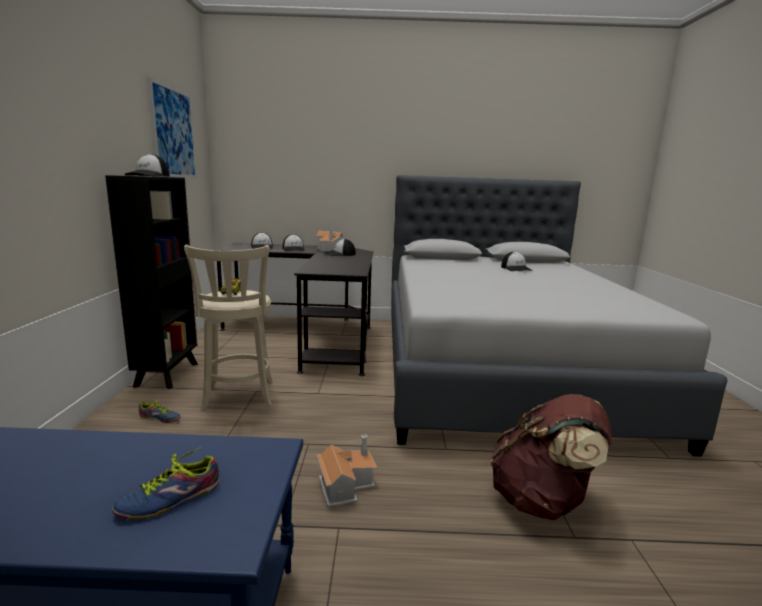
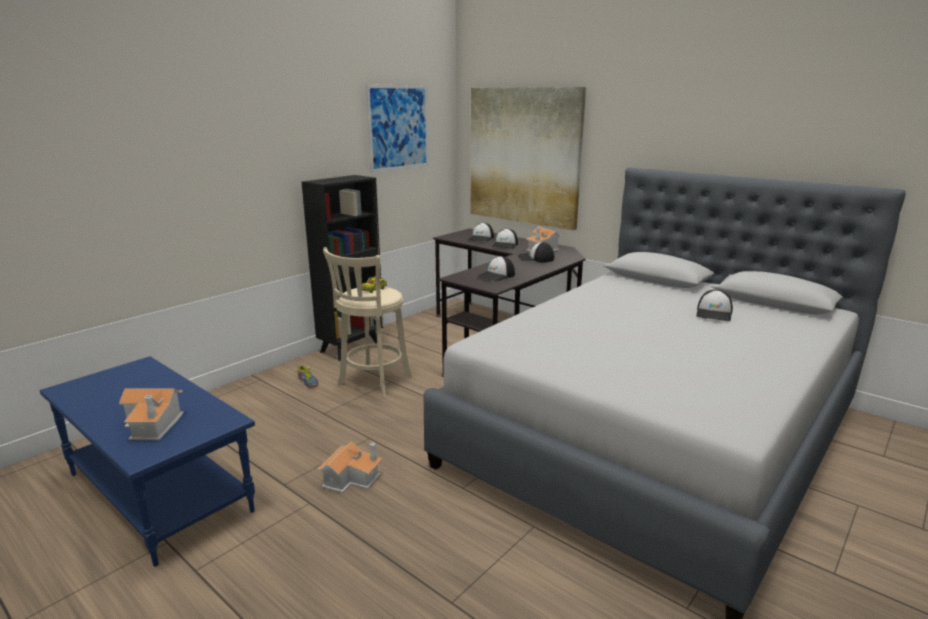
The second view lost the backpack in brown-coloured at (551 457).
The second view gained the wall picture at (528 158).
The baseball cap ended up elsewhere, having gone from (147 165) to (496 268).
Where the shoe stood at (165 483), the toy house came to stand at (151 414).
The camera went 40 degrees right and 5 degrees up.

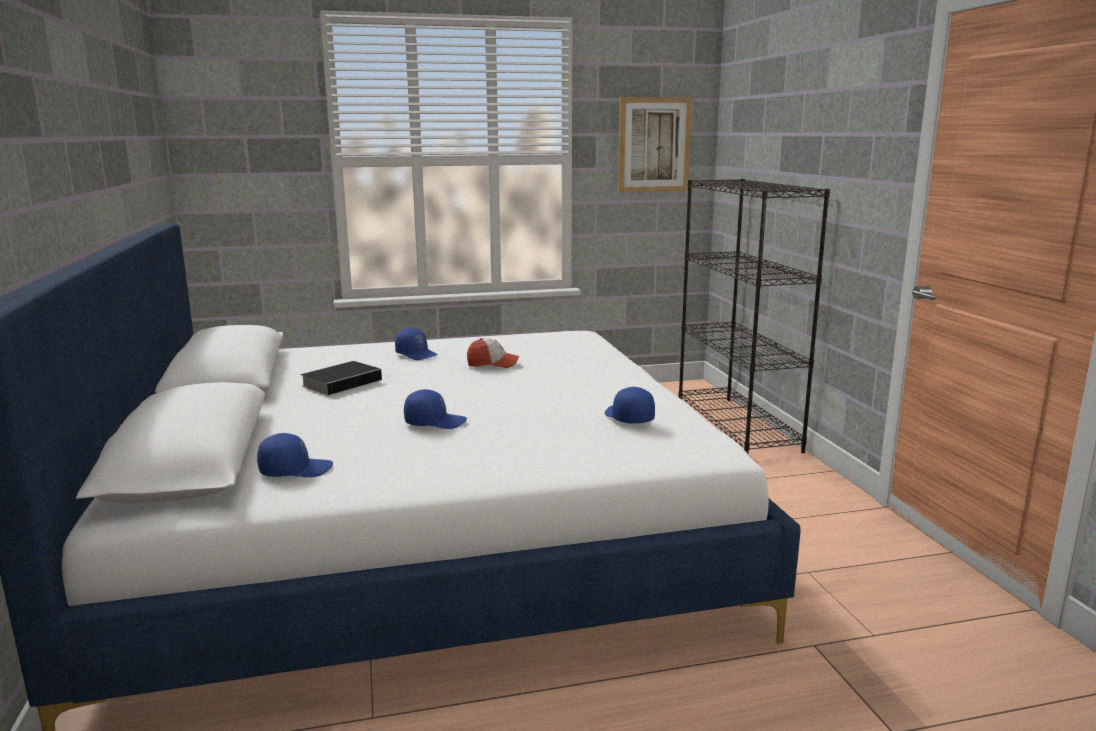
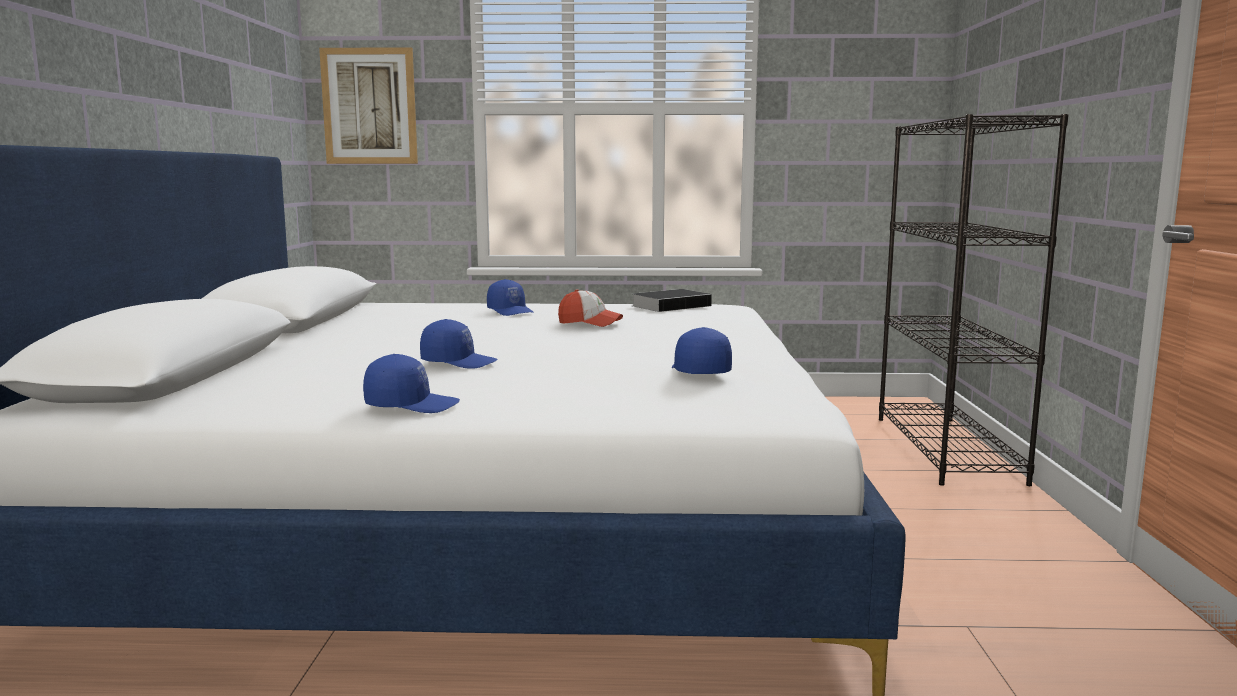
The baseball cap in blue-coloured ended up elsewhere, having gone from (295 455) to (411 383).
The book ended up elsewhere, having gone from (343 378) to (673 300).
The wall picture ended up elsewhere, having gone from (655 145) to (368 105).
The camera went 15 degrees right and 5 degrees down.

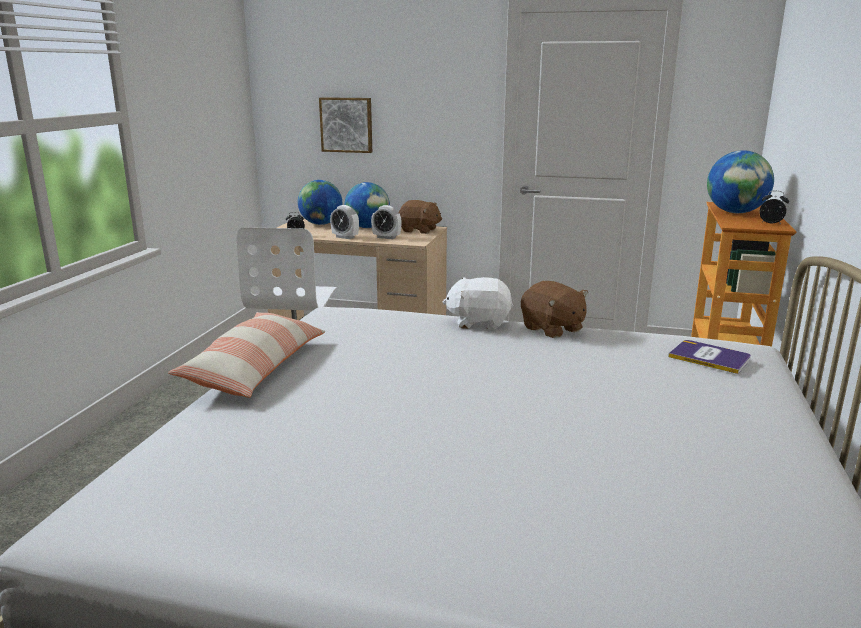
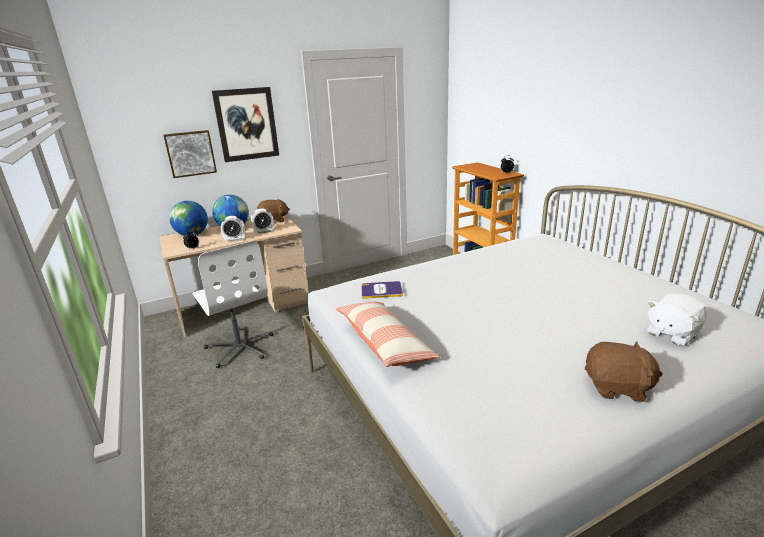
The second view lost the desk globe at (740 181).
The second view gained the wall picture at (245 124).
The soft toy in white ended up elsewhere, having gone from (478 303) to (677 320).
The soft toy in brown-coloured ended up elsewhere, having gone from (554 309) to (624 372).
The book ended up elsewhere, having gone from (709 357) to (382 290).
The camera went 40 degrees left and 5 degrees up.

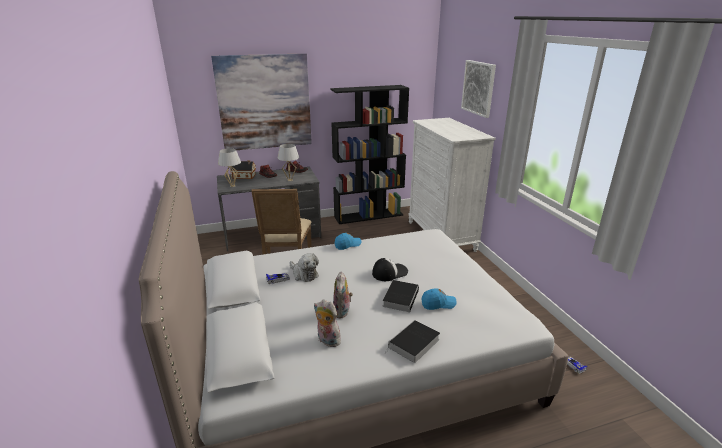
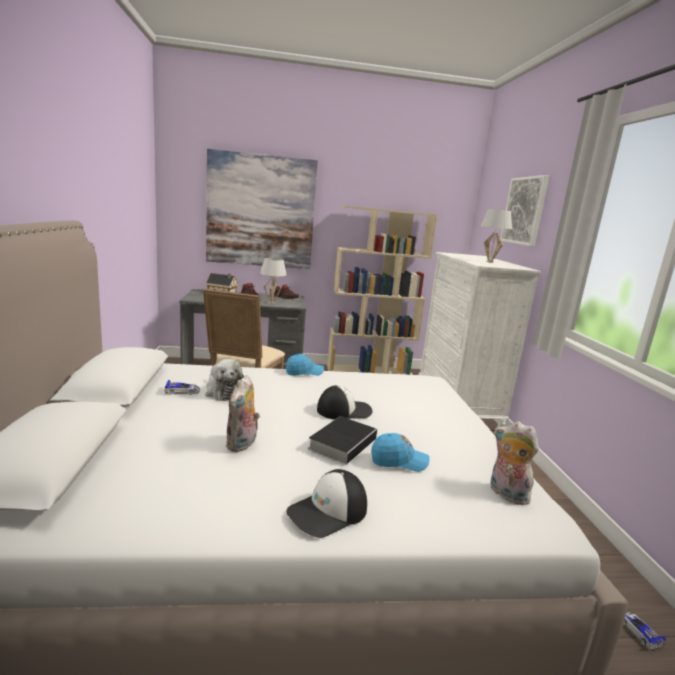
The tabletop lamp in white ended up elsewhere, having gone from (229 167) to (496 236).
The soft toy ended up elsewhere, having gone from (327 323) to (514 463).
Where the book stood at (412 341), the baseball cap came to stand at (326 503).
What was the bookshelf in black-coloured at (369 154) turned into the bookshelf in sand-coloured at (382 290).
The camera went 10 degrees right and 10 degrees down.

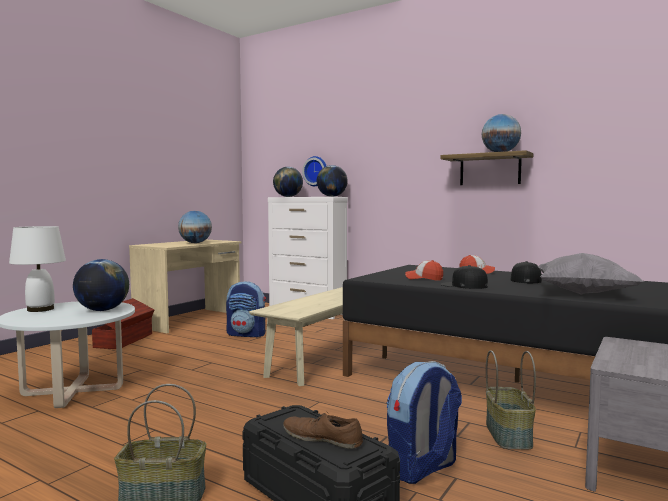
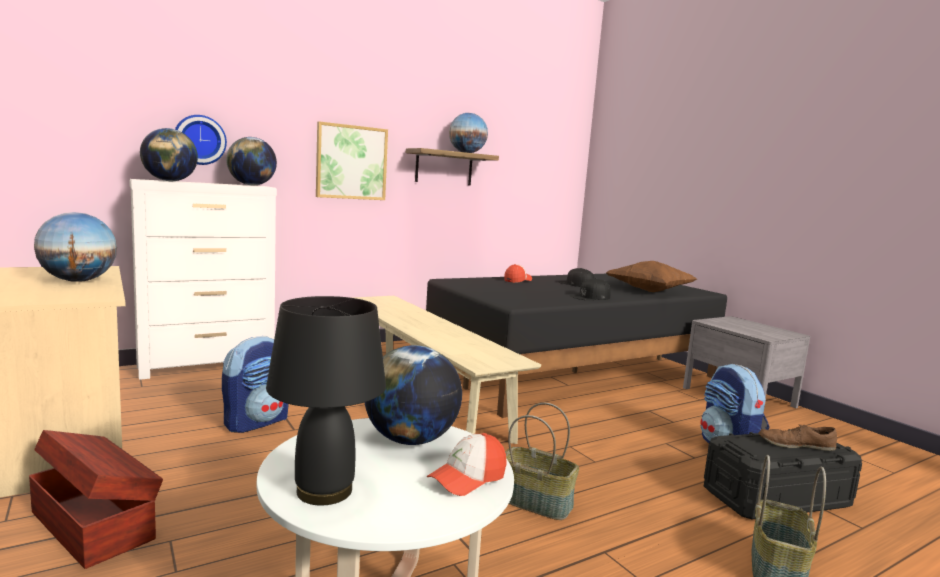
The second view gained the wall picture at (352 160).
The baseball cap ended up elsewhere, having gone from (424 270) to (467 464).
The storage basket ended up elsewhere, having gone from (511 400) to (542 461).
What was the tabletop lamp in white at (37 269) turned into the tabletop lamp in black-coloured at (326 400).
What was the throw pillow in grey at (591 273) turned into the throw pillow in brown-coloured at (651 276).
The shoe in brown-coloured at (323 430) ended up facing another way, 45 degrees clockwise from before.
The camera went 65 degrees left and 5 degrees up.

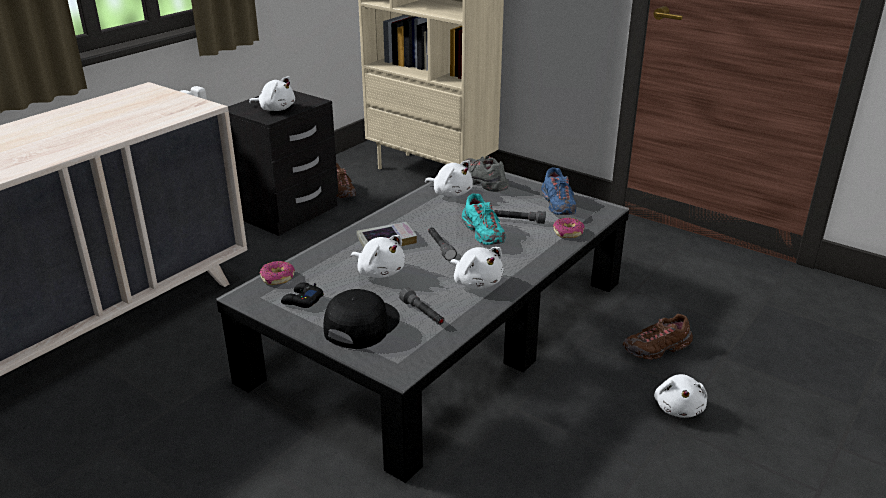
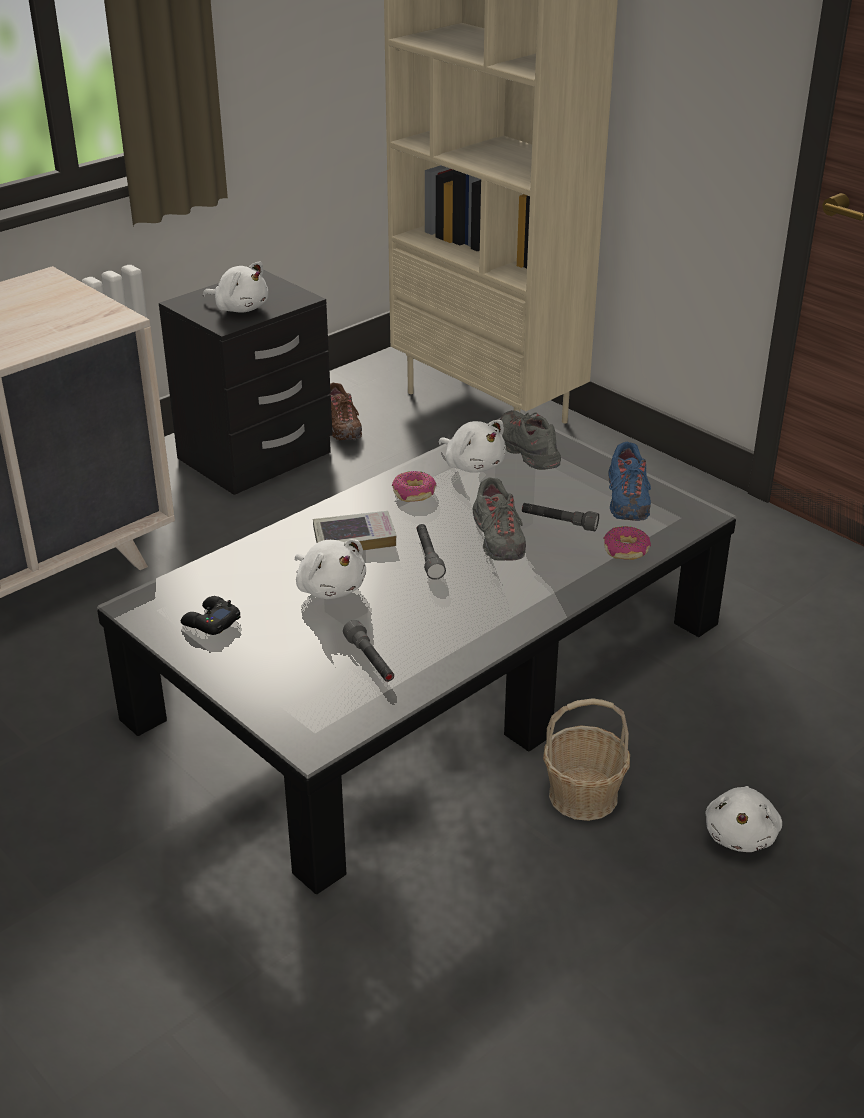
The second view lost the baseball cap in black-coloured at (362 319).
The second view lost the soft toy in white at (477 268).
The second view lost the shoe in brown-coloured at (658 337).
The second view gained the storage basket at (586 759).
The ring doughnut ended up elsewhere, having gone from (277 273) to (414 486).
What was the shoe in turquoise at (484 219) turned into the shoe in grey at (499 519).
The camera went 10 degrees right and 5 degrees up.

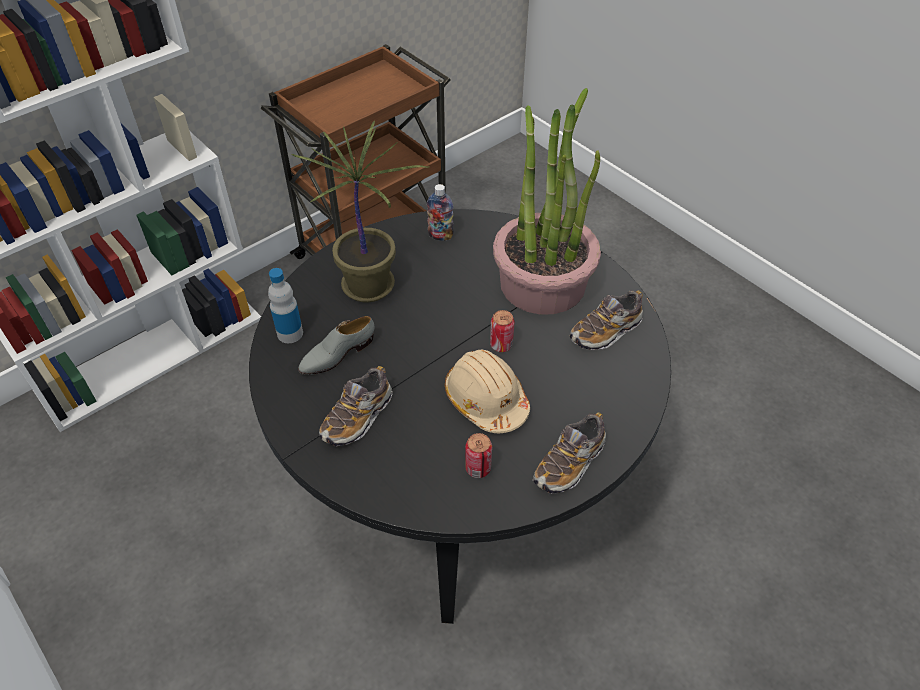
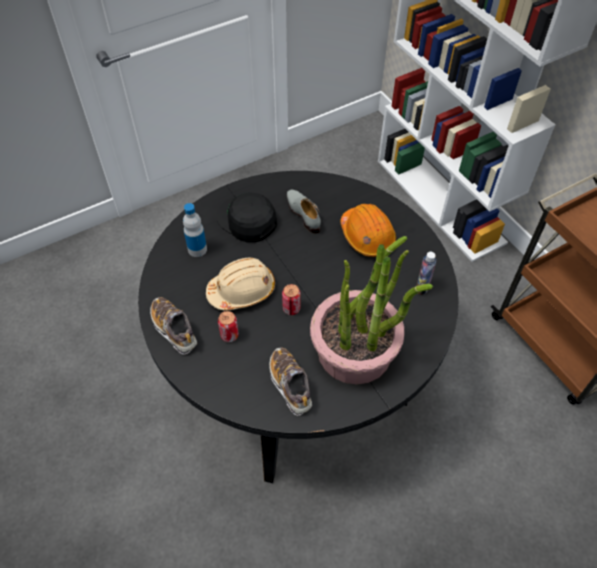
The drink bottle ended up elsewhere, having gone from (285 305) to (195 230).
The can ended up elsewhere, having gone from (478 455) to (228 326).
Where the houseplant stood at (360 212), the safety helmet in orangey came to stand at (368 230).
Where the shoe stood at (356 406), the baseball cap in black-coloured came to stand at (246 217).
The camera went 100 degrees right and 5 degrees up.

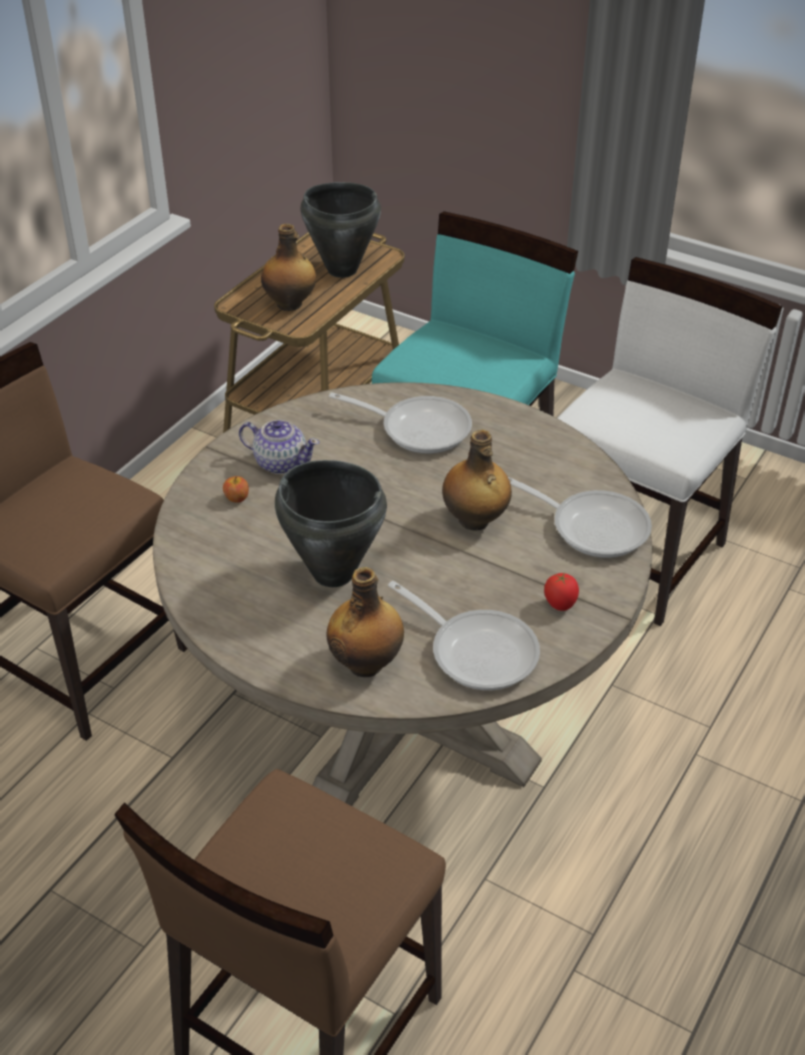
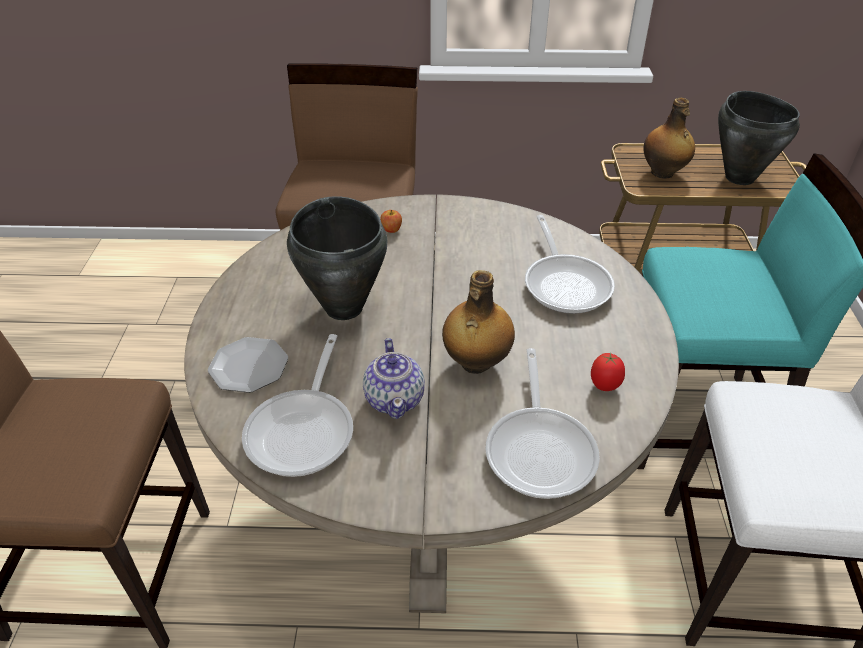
The pot for tea ended up elsewhere, having gone from (279 447) to (394 378).
The whole tomato ended up elsewhere, having gone from (561 591) to (608 371).
Where the drink bottle stood at (365 622), the dinner plate came to stand at (248 365).
The camera went 60 degrees right and 0 degrees up.

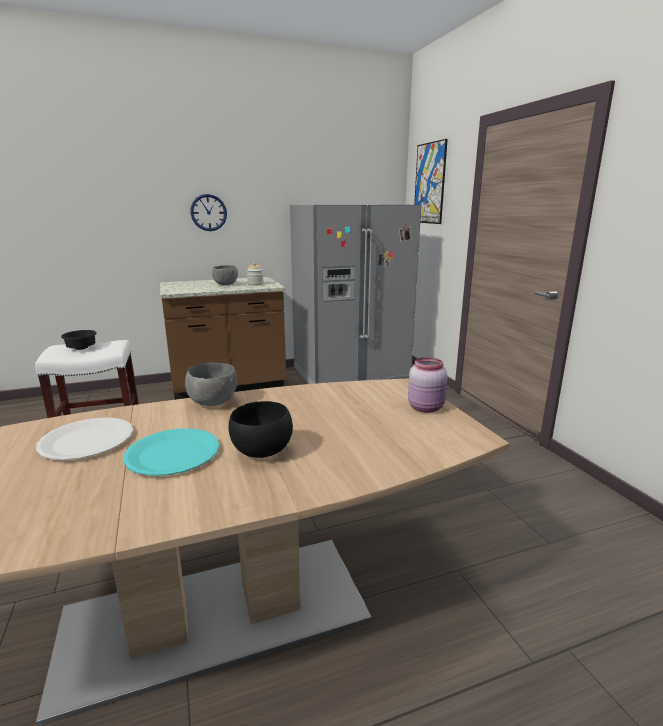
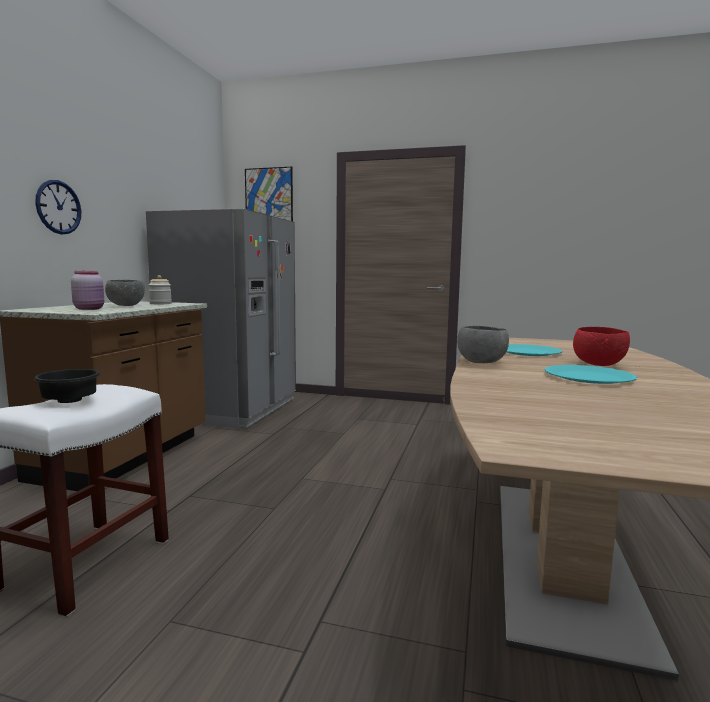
The second view lost the dinner plate in white at (84 438).
The second view gained the dinner plate in turquoise at (534 350).
The preserve jar in pink ended up elsewhere, having gone from (427 385) to (87 290).
What was the deep dish in black-coloured at (260 429) turned into the deep dish in reddish at (601 346).
The camera went 55 degrees left and 10 degrees down.

